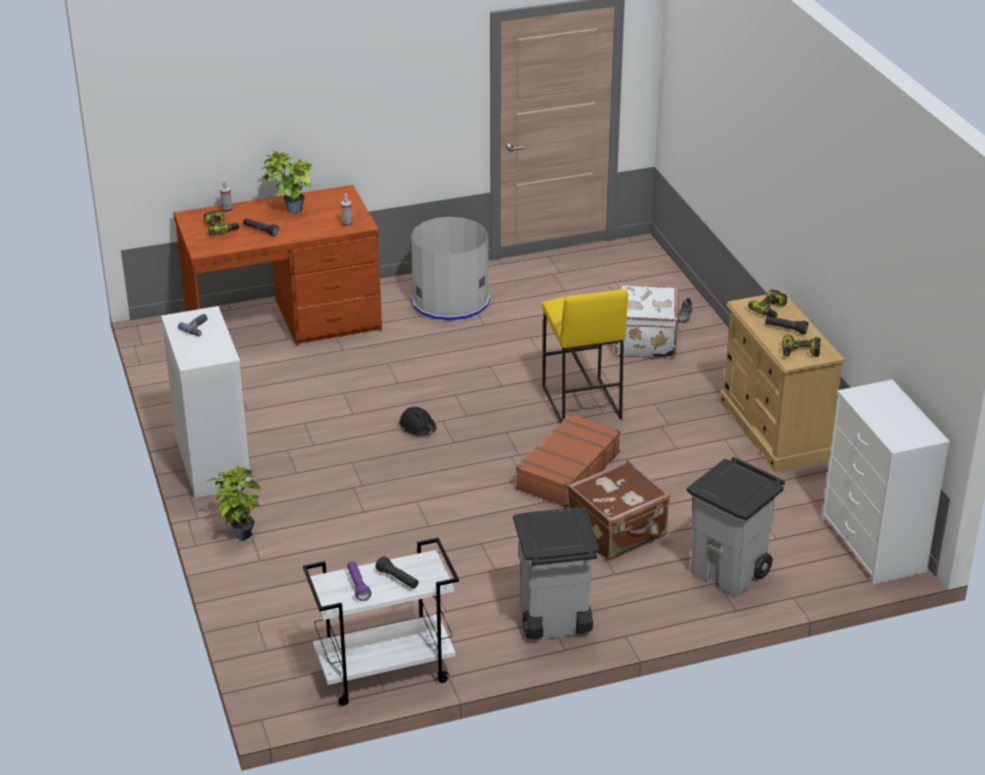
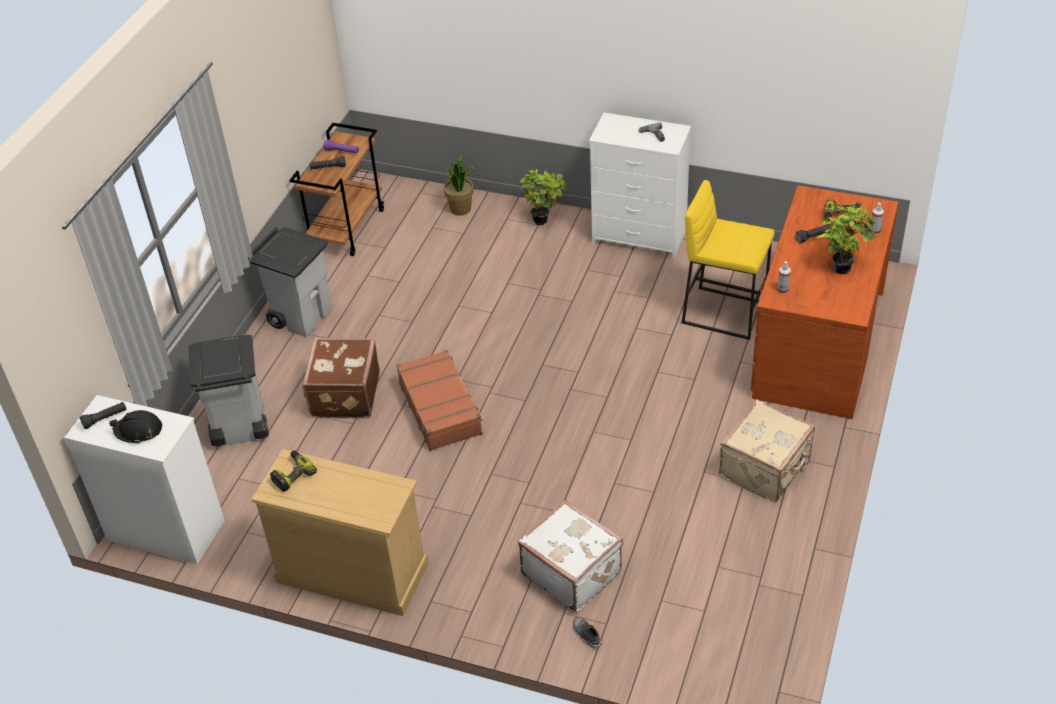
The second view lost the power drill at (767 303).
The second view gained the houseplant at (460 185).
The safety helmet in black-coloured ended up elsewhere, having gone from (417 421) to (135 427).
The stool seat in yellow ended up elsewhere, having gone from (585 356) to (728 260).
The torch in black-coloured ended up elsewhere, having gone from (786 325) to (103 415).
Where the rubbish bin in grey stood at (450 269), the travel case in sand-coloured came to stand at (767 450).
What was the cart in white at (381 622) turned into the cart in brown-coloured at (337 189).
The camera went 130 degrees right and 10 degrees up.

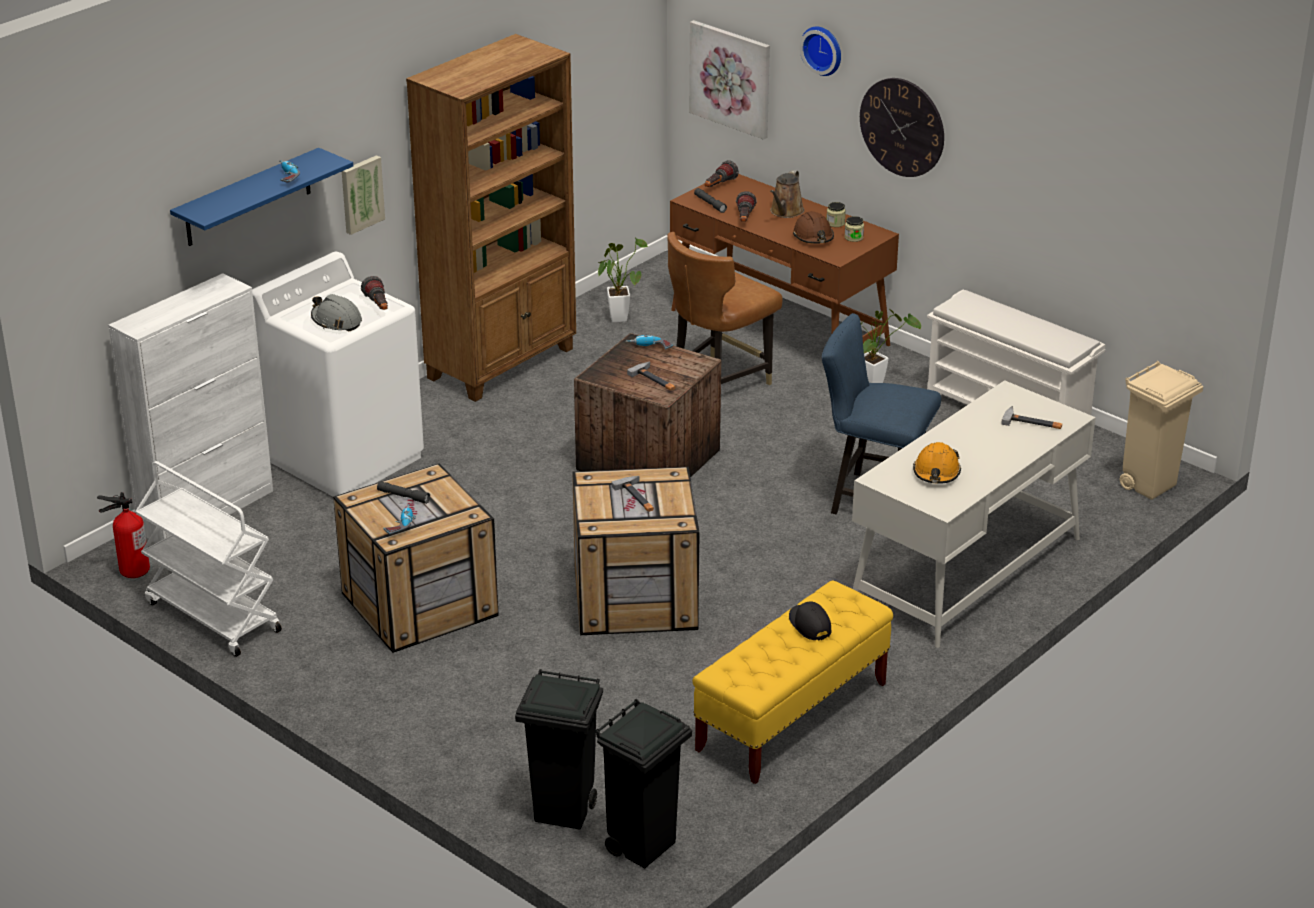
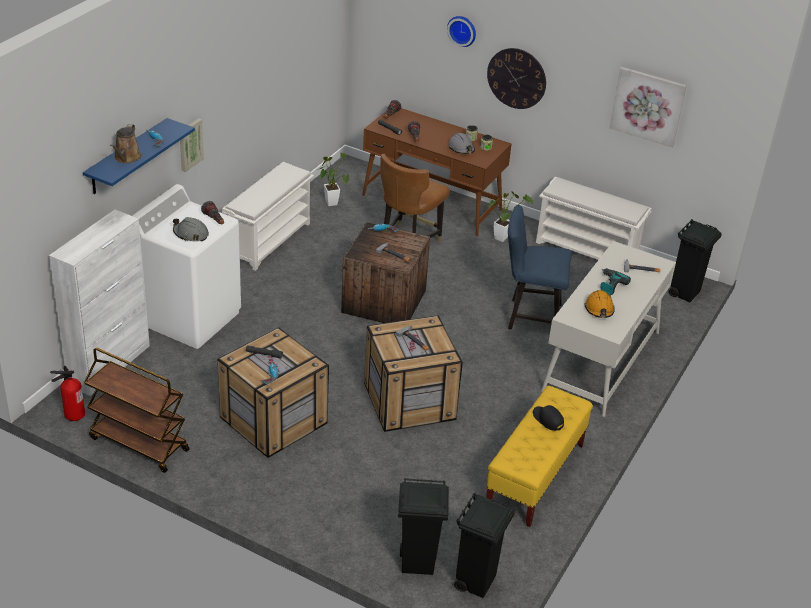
The second view gained the power drill at (615 281).
The wall picture ended up elsewhere, having gone from (729 80) to (648 107).
The watering pot in brown-coloured ended up elsewhere, having gone from (787 194) to (126 143).
Where the bookshelf in brown-coloured stood at (491 218), the shoe stand in white came to stand at (268 216).
What was the cart in white at (208 559) turned into the cart in brown-coloured at (136 410).
What was the safety helmet in brown-coloured at (813 227) turned into the safety helmet in grey at (462 143).
What was the rubbish bin in sand-coloured at (1161 430) turned into the rubbish bin in black-coloured at (695 260).
The camera went 15 degrees left and 5 degrees up.

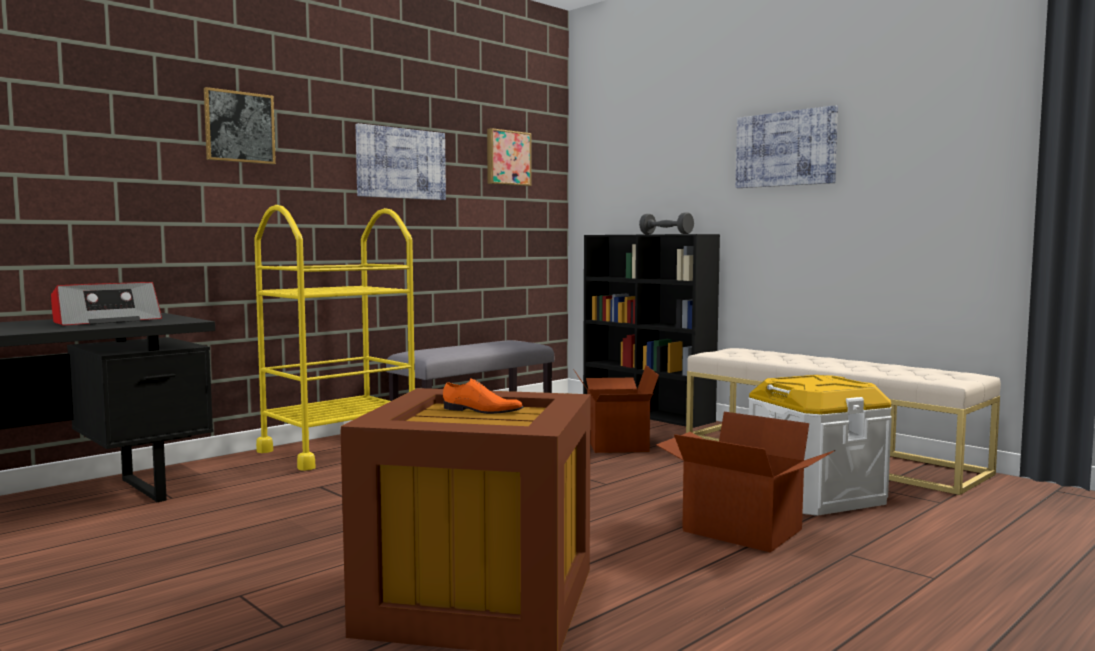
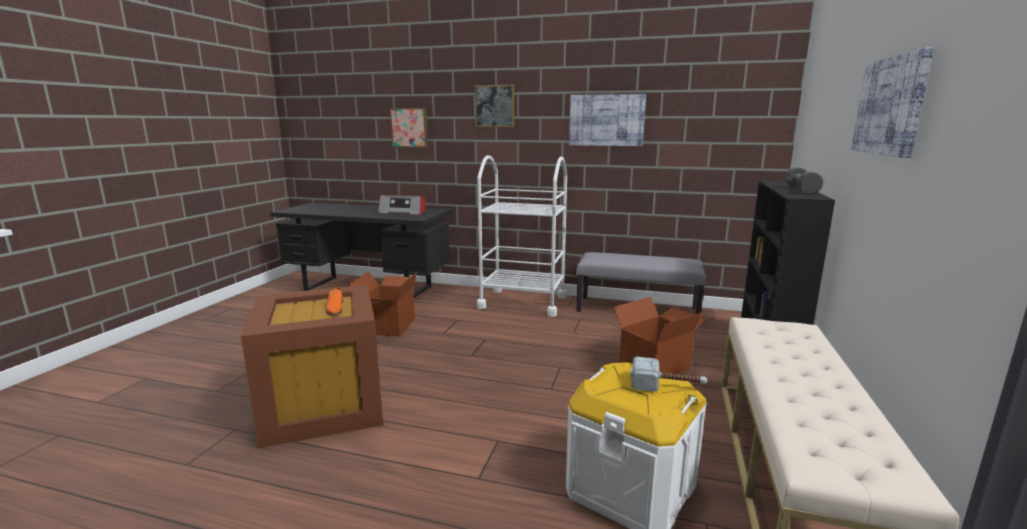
The second view gained the tool hammer at (668 374).
The wall picture ended up elsewhere, having gone from (509 157) to (409 128).
The packing box ended up elsewhere, having gone from (745 482) to (383 303).
What was the cart in yellow at (334 338) turned into the cart in white at (522 236).
The camera went 60 degrees right and 10 degrees up.

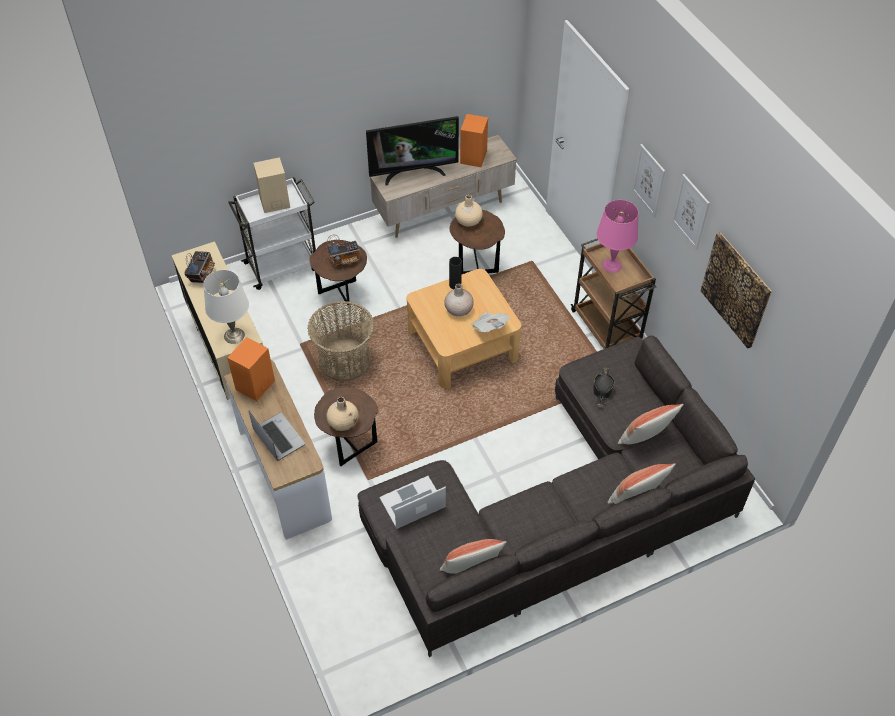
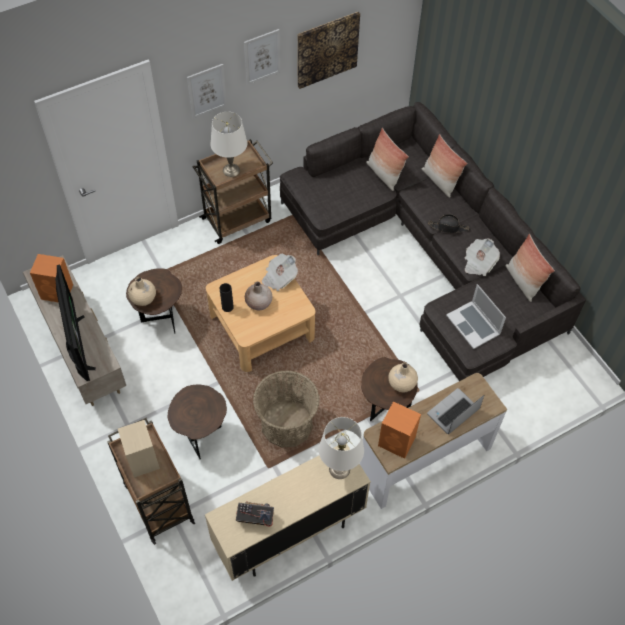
The second view lost the radio set at (343 251).
The second view gained the newspaper at (482 257).
The hat in black-coloured ended up elsewhere, having gone from (603 388) to (448 223).
What was the cart in white at (272 233) turned into the cart in brown-coloured at (151 481).
What was the tabletop lamp in pink at (618 236) turned into the tabletop lamp in white at (228 144).
The camera went 95 degrees left and 5 degrees up.

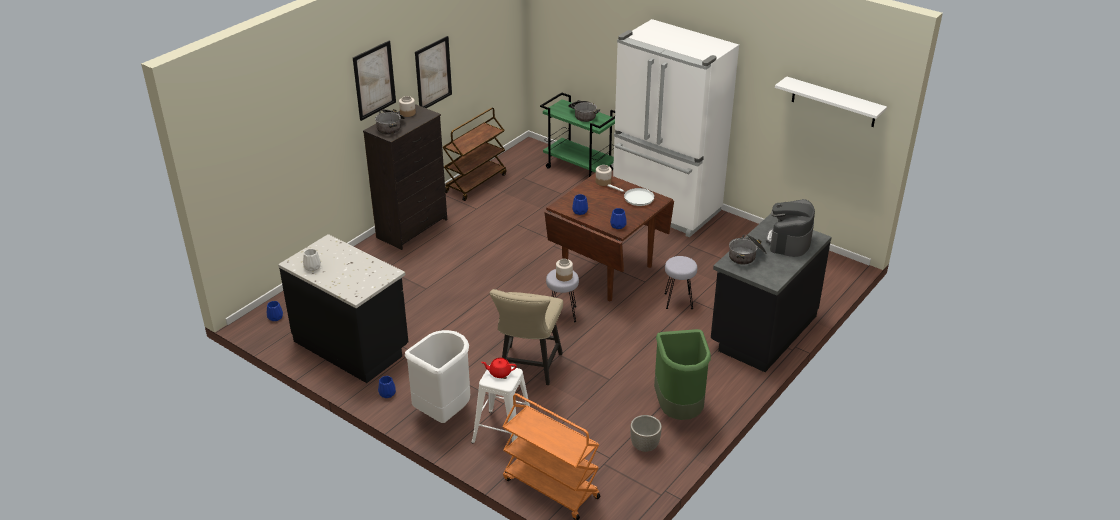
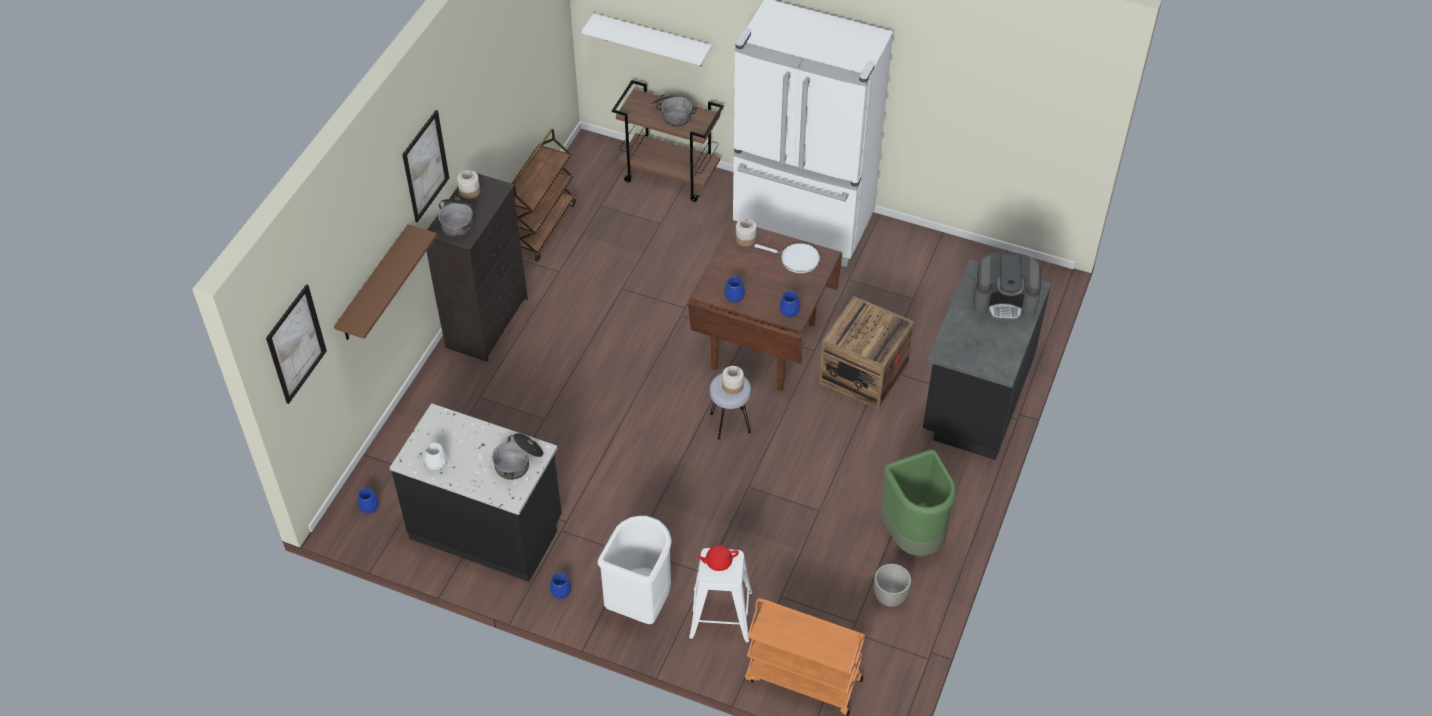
The second view lost the upright chair in sand-coloured at (526 337).
The second view gained the bracket shelf in brown-coloured at (385 282).
The wall picture ended up elsewhere, having gone from (433 72) to (296 344).
The stockpot ended up elsewhere, having gone from (748 249) to (517 456).
The bracket shelf in white ended up elsewhere, having gone from (831 101) to (647 40).
Where the stool seat in grey stood at (680 282), the crate came to stand at (866 353).
What was the cart in green-coloured at (577 134) turned into the cart in brown-coloured at (668 141).
The coffee maker at (790 228) ended up facing another way, 90 degrees counterclockwise from before.
The camera went 15 degrees left and 15 degrees up.

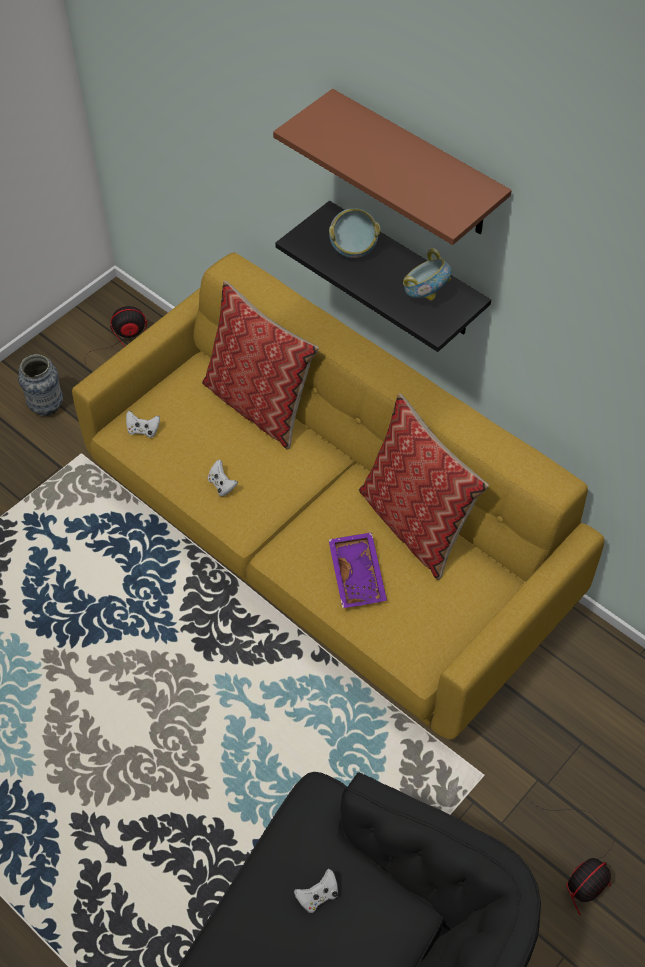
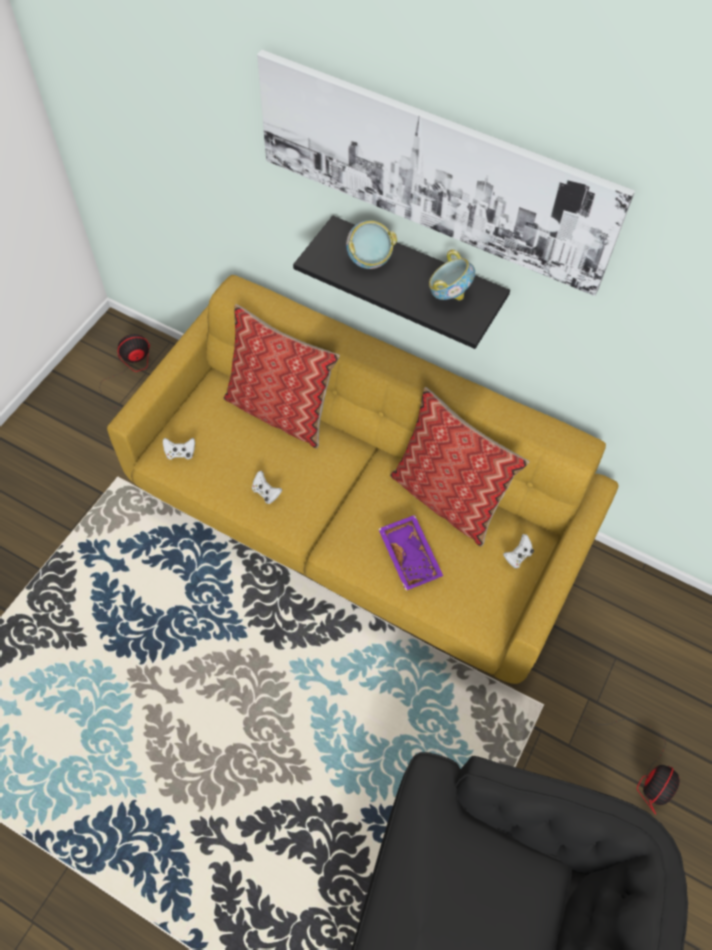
The second view lost the vase at (40 385).
The gamepad in white ended up elsewhere, having gone from (316 891) to (518 551).
Where the bracket shelf in brown-coloured hung at (392 167), the wall picture came to hang at (446 173).
The camera went 15 degrees left and 5 degrees up.

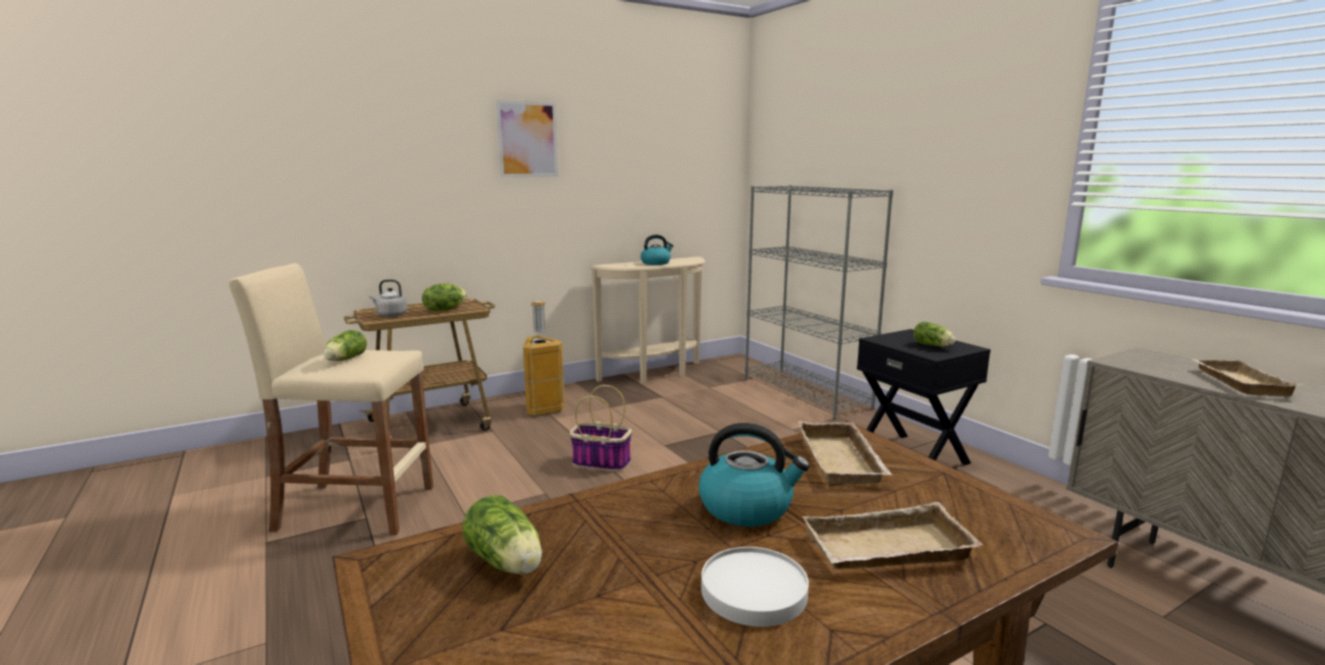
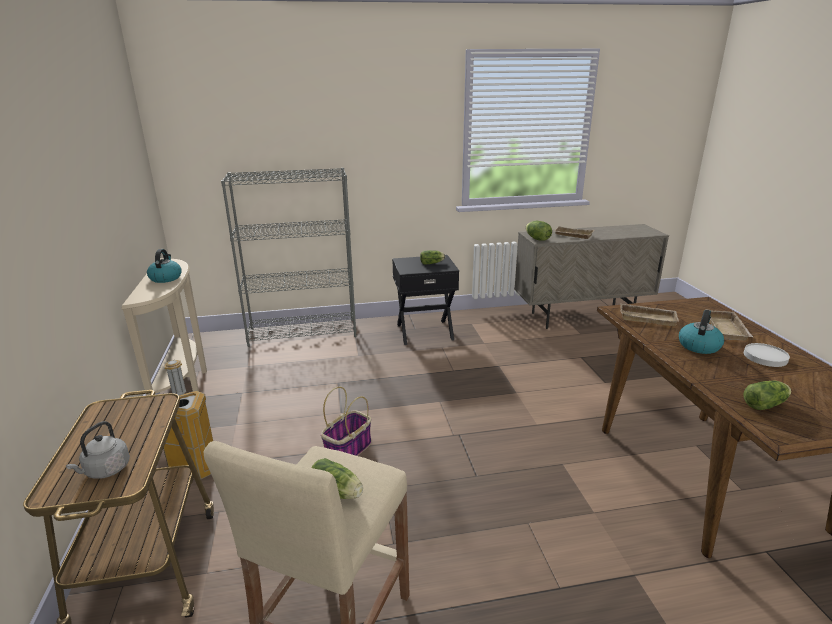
The second view lost the wall picture at (527 138).
The lettuce ended up elsewhere, having gone from (444 297) to (538 231).
The camera went 70 degrees left and 10 degrees up.

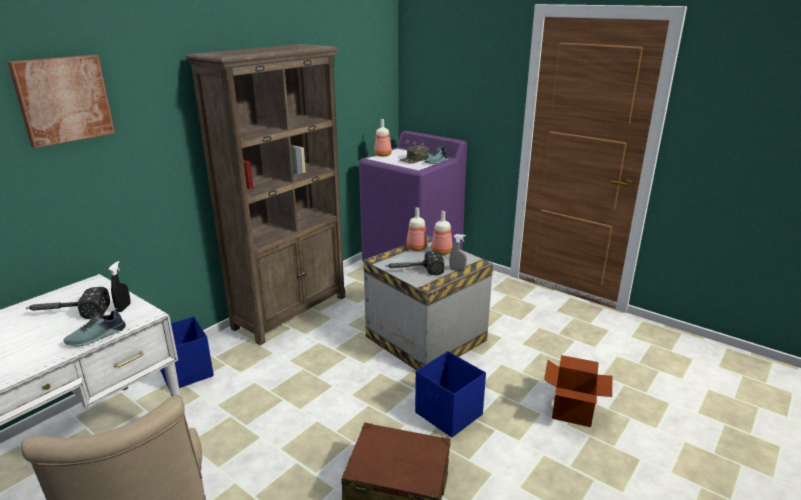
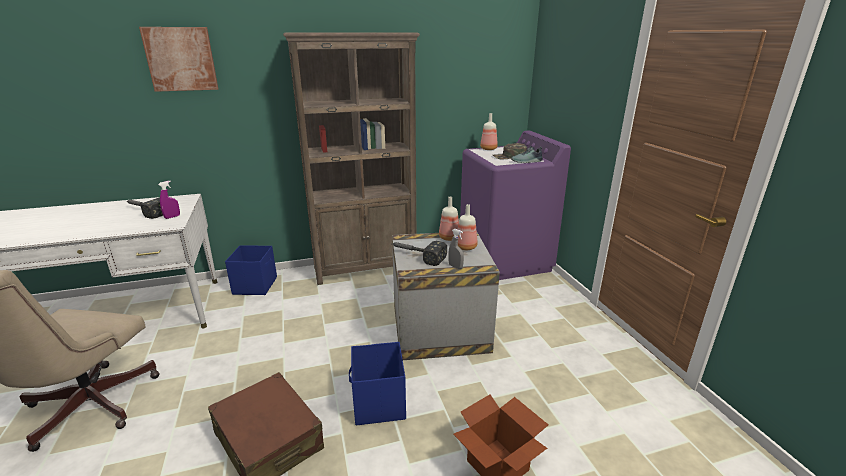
The second view lost the shoe at (94 327).
What was the sprayer in black-coloured at (120 286) turned into the sprayer in purple at (169 200).
The camera went 35 degrees right and 0 degrees up.

